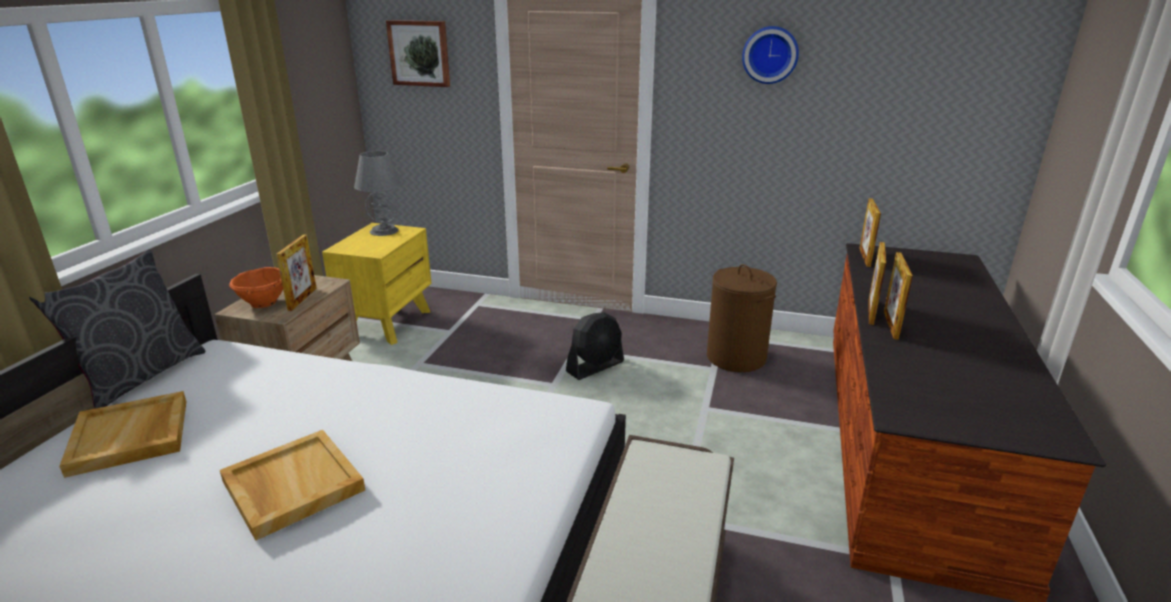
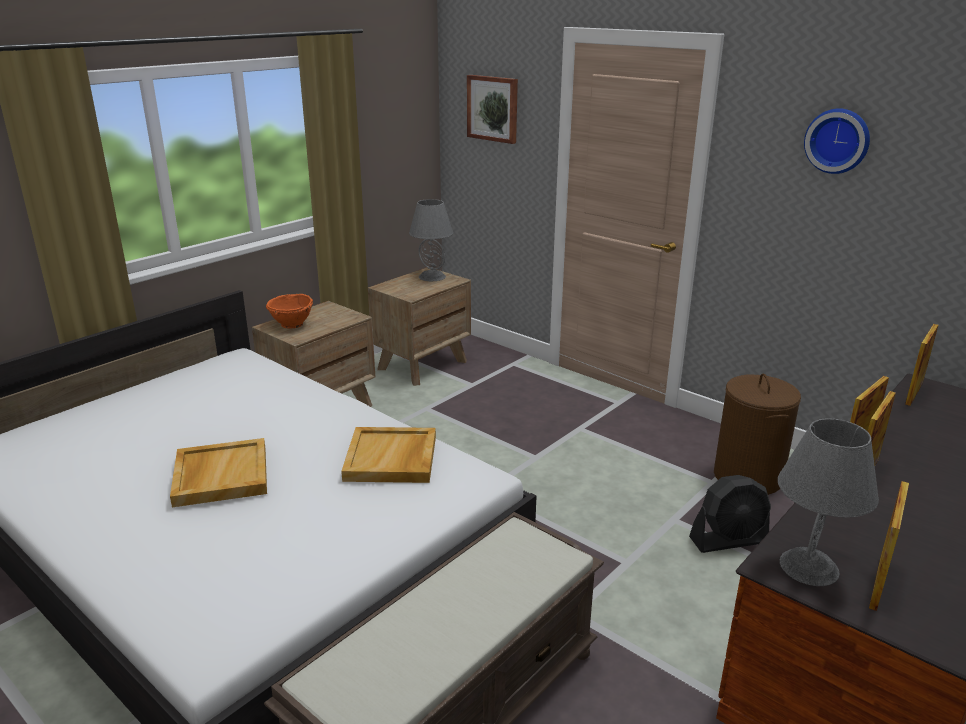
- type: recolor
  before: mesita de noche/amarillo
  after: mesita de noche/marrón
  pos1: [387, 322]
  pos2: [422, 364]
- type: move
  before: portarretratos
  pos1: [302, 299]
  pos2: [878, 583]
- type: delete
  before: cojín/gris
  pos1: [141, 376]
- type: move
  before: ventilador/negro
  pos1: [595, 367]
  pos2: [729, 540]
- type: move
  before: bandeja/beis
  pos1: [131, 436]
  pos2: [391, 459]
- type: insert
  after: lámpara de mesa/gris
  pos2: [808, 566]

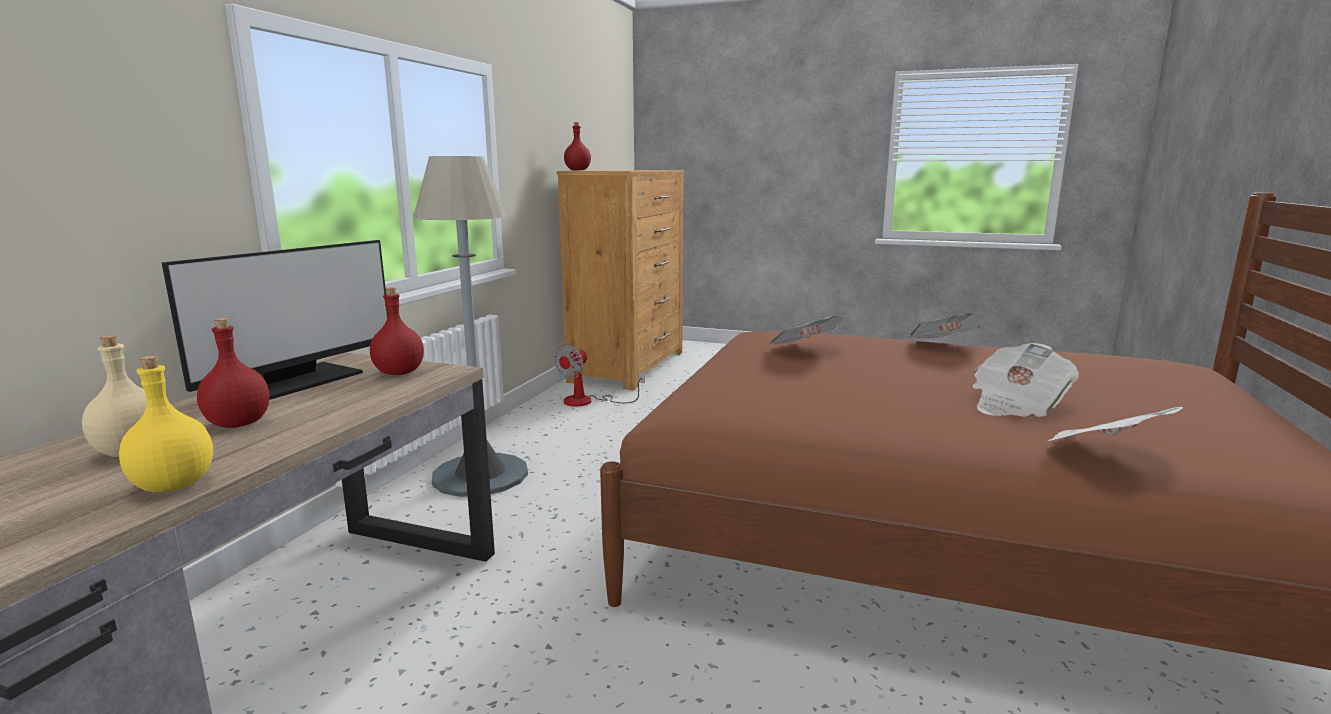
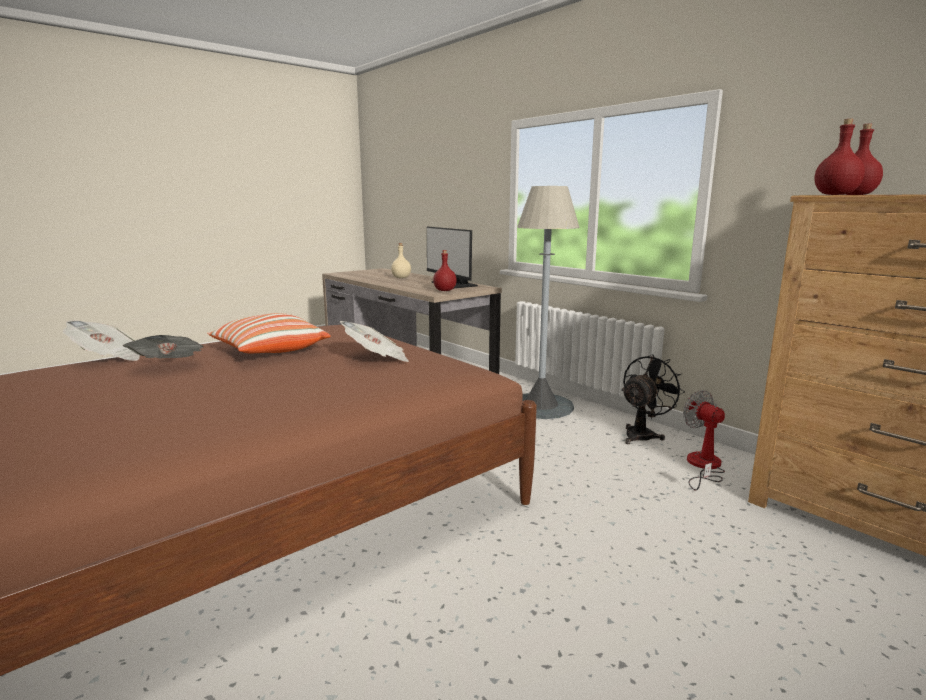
- type: delete
  before: periódico
  pos1: [943, 346]
- type: move
  before: botella/rojo
  pos1: [240, 423]
  pos2: [836, 194]
- type: delete
  before: botella/amarillo
  pos1: [174, 485]
- type: insert
  after: cojín
  pos2: [269, 351]
- type: insert
  after: ventilador/negro
  pos2: [643, 434]

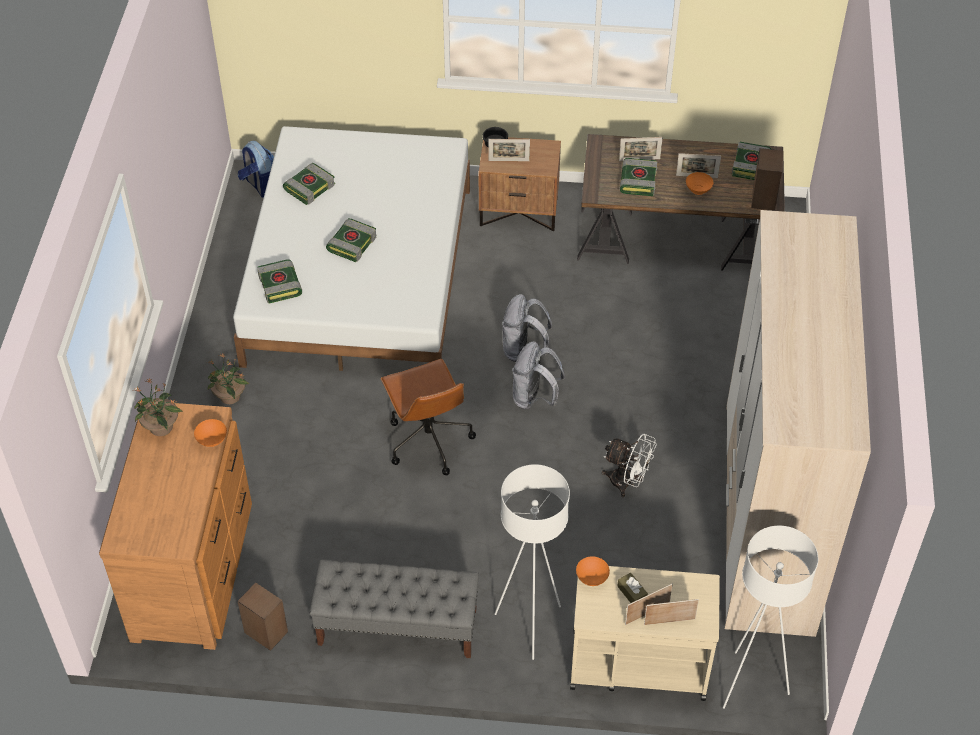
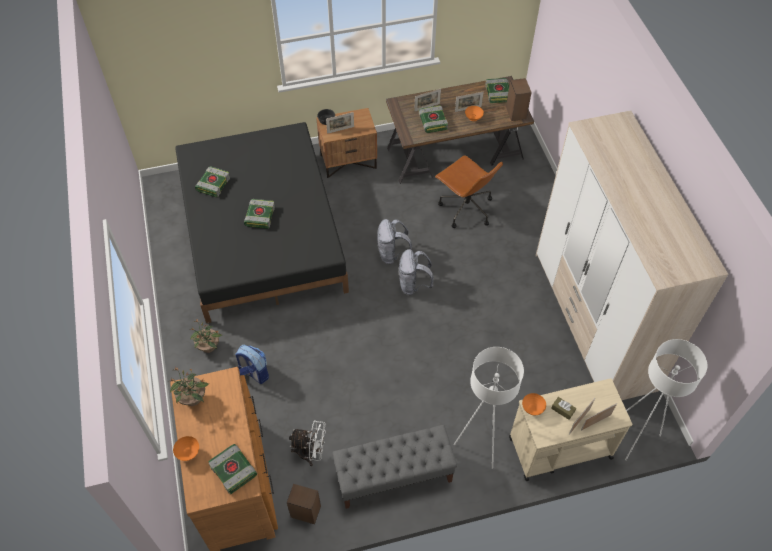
- type: recolor
  before: cama/blanco
  after: cama/negro
  pos1: [360, 275]
  pos2: [262, 233]
- type: move
  before: mochila
  pos1: [260, 186]
  pos2: [253, 373]
- type: move
  before: libro
  pos1: [281, 285]
  pos2: [234, 471]
- type: move
  before: silla de oficina/marrón
  pos1: [428, 440]
  pos2: [465, 208]
- type: move
  before: cuenco/naranja
  pos1: [212, 441]
  pos2: [188, 452]
- type: move
  before: ventilador/blanco
  pos1: [627, 482]
  pos2: [311, 453]

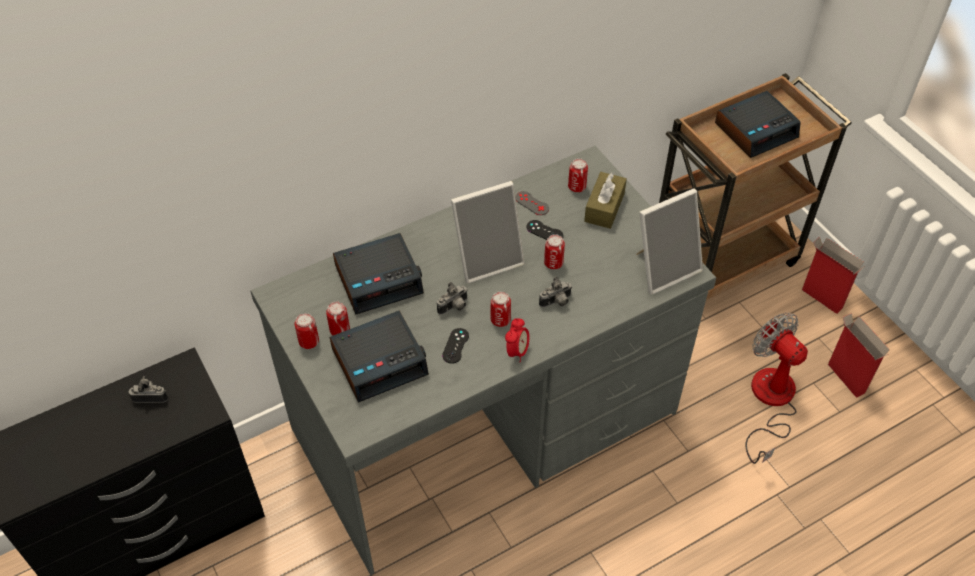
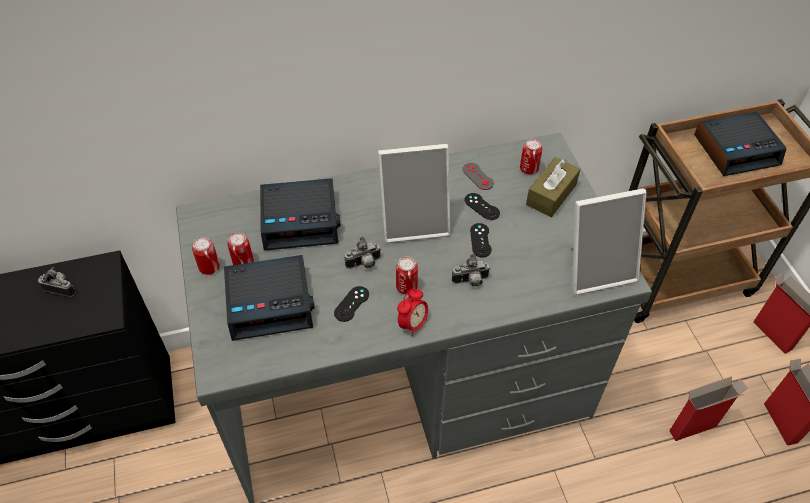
- type: replace
  before: lata
  after: mando de consola/negro
  pos1: [553, 263]
  pos2: [480, 240]
- type: replace
  before: ventilador
  after: caja de cartón
  pos1: [770, 401]
  pos2: [693, 428]

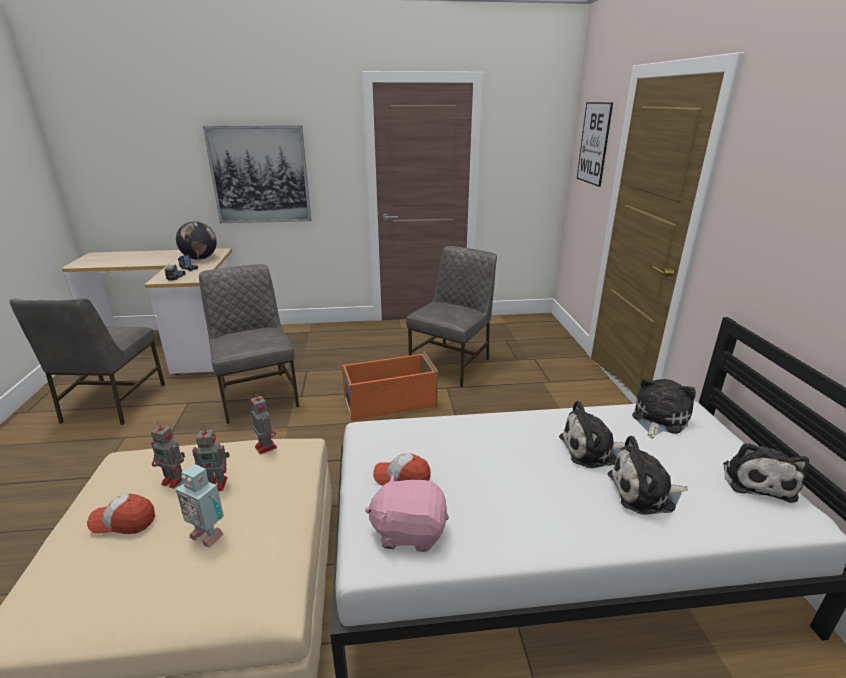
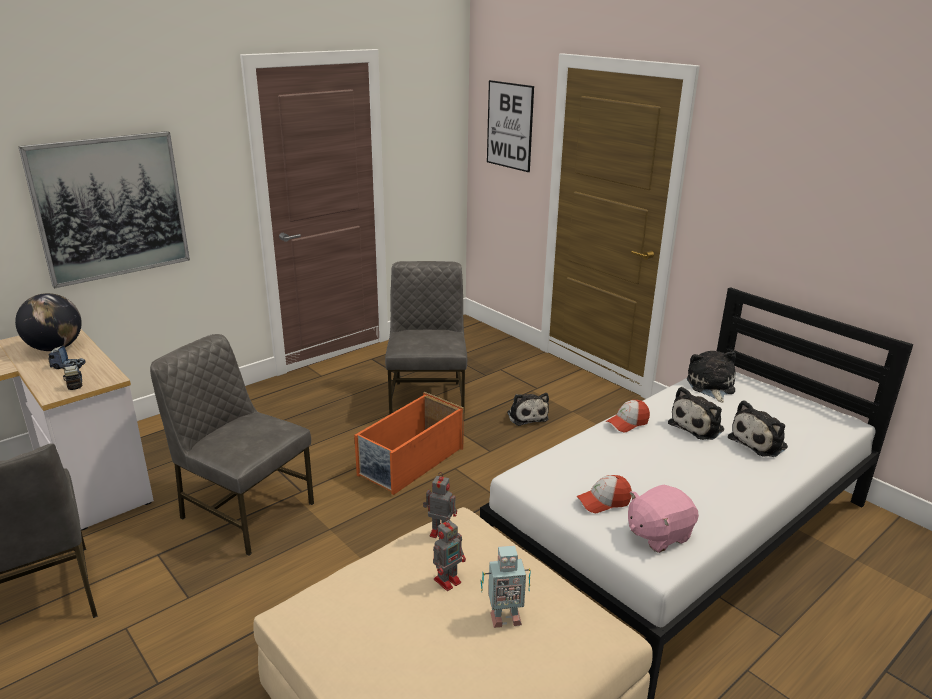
- type: delete
  before: robot de juguete
  pos1: [176, 480]
- type: move
  before: peluche
  pos1: [757, 480]
  pos2: [526, 415]
- type: move
  before: gorra
  pos1: [123, 521]
  pos2: [627, 423]

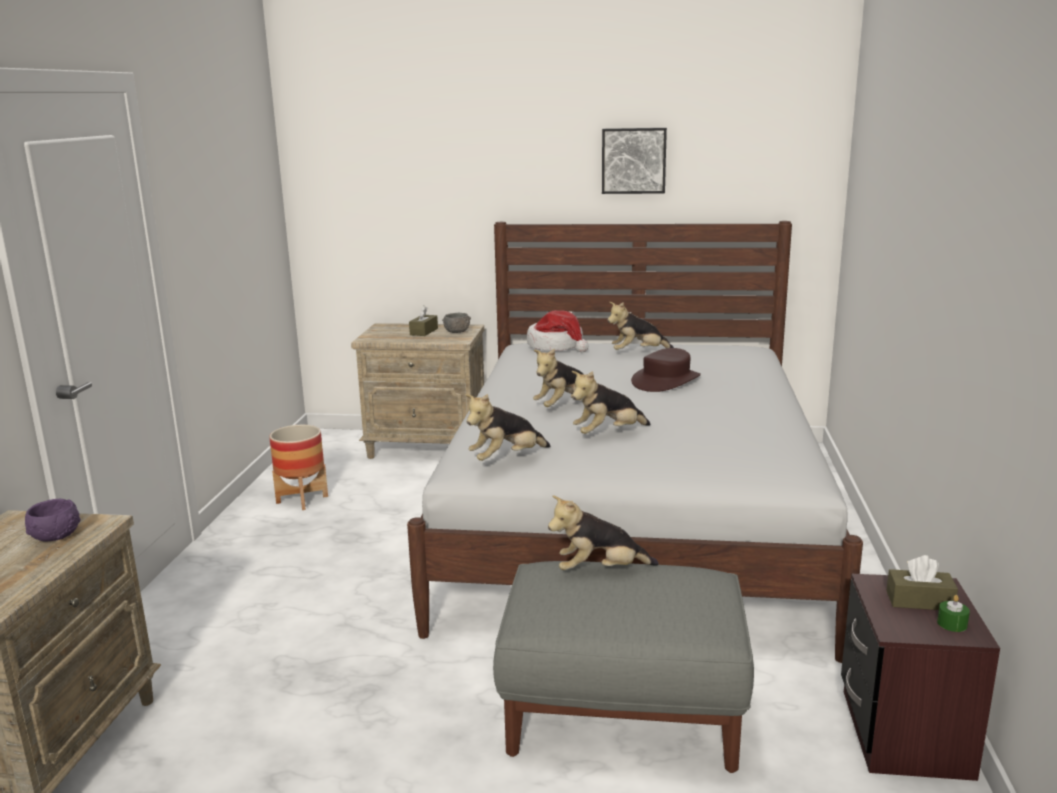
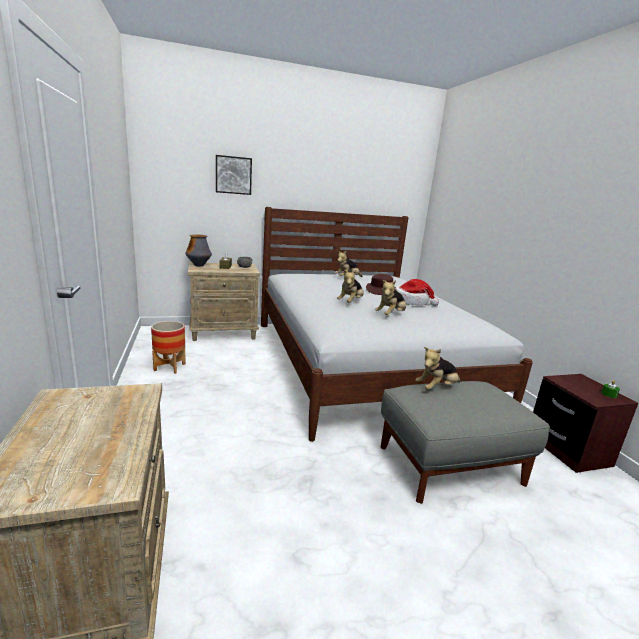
- type: move
  before: cuadro
  pos1: [633, 160]
  pos2: [233, 175]
- type: move
  before: sombrero
  pos1: [557, 346]
  pos2: [412, 302]
- type: delete
  before: peluche
  pos1: [506, 459]
- type: delete
  before: cuenco/morado
  pos1: [55, 535]
- type: delete
  before: caja de pañuelos/marrón
  pos1: [919, 601]
- type: insert
  after: florero
  pos2: [199, 265]

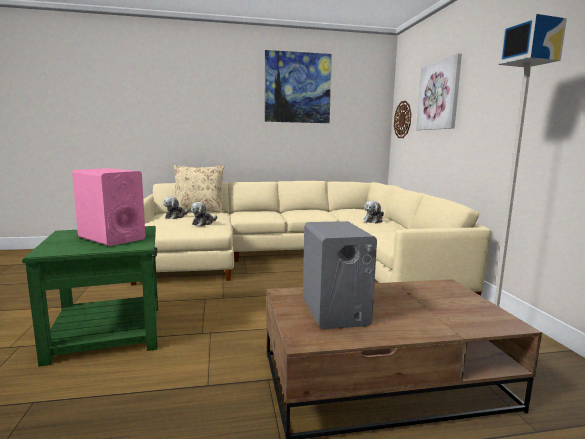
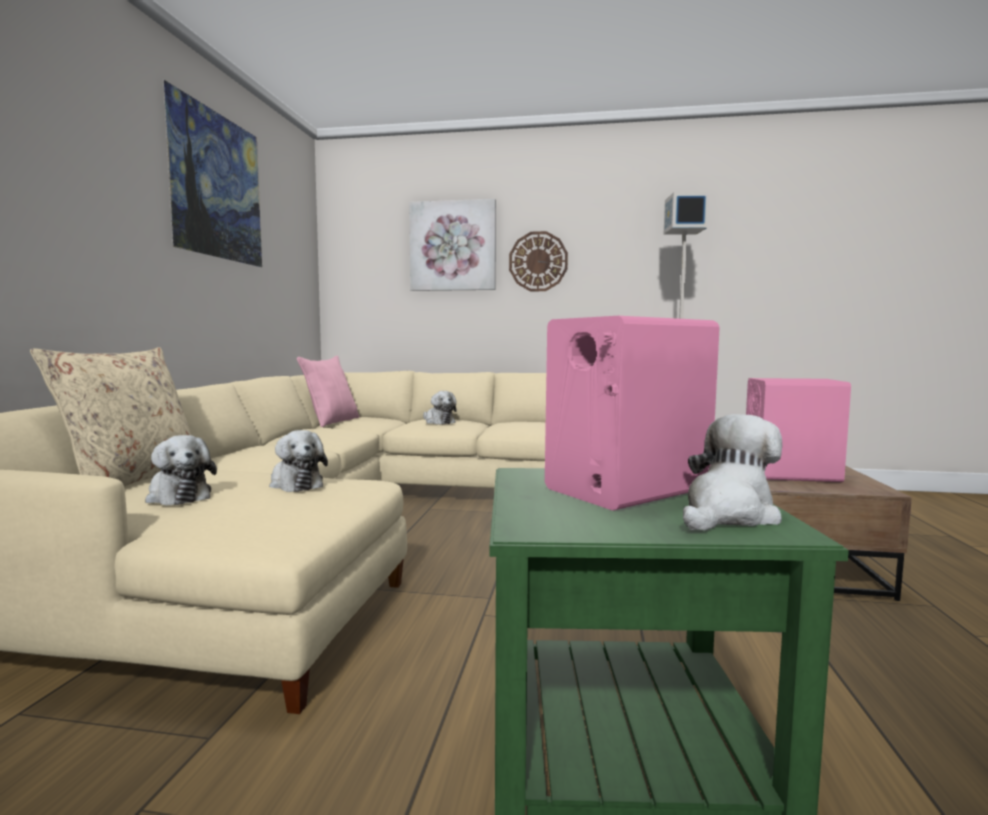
- type: move
  before: reloj de pared
  pos1: [402, 119]
  pos2: [538, 261]
- type: recolor
  before: altavoz/gris
  after: altavoz/rosa
  pos1: [335, 312]
  pos2: [791, 475]
- type: insert
  after: cojín/rosa
  pos2: [331, 422]
- type: insert
  after: peluche
  pos2: [727, 515]

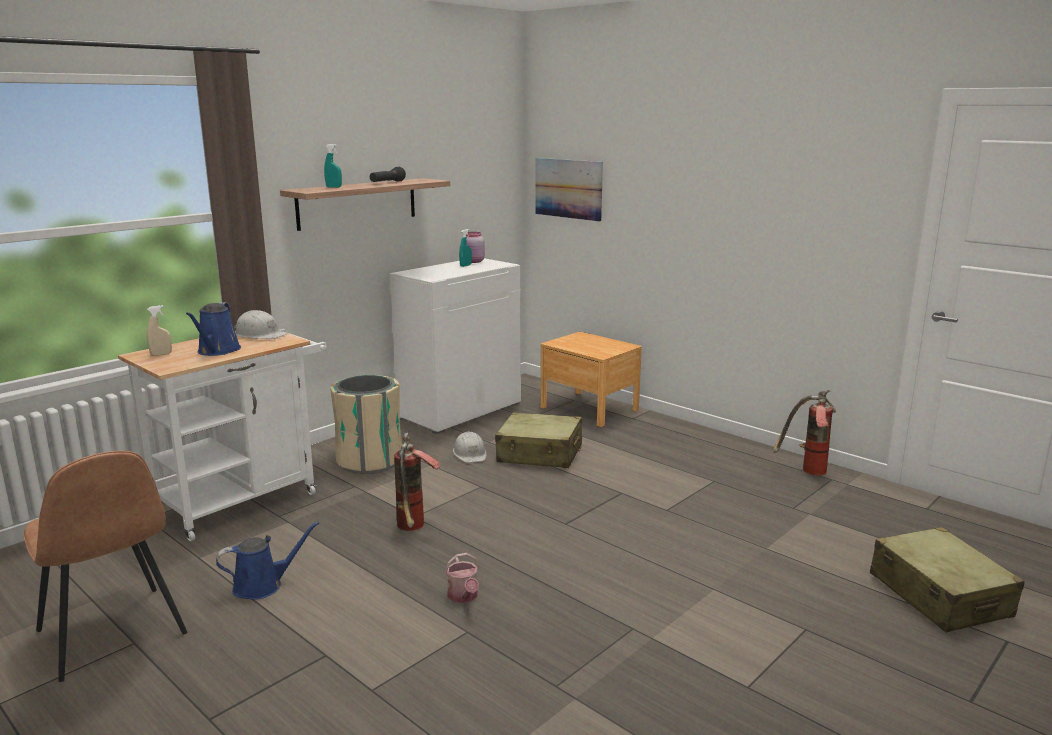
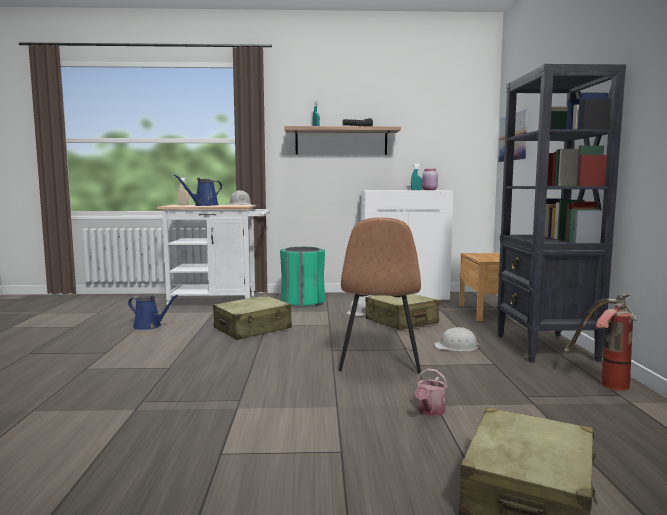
- type: recolor
  before: papelera/beis
  after: papelera/verde
  pos1: [369, 461]
  pos2: [303, 303]
- type: replace
  before: extintor
  after: maleta/beis
  pos1: [413, 529]
  pos2: [253, 329]
- type: move
  before: silla/marrón
  pos1: [112, 634]
  pos2: [379, 361]
- type: move
  before: regadera
  pos1: [464, 597]
  pos2: [429, 411]
- type: insert
  after: estantería/negro
  pos2: [545, 348]
- type: insert
  after: casco/blanco
  pos2: [456, 347]

